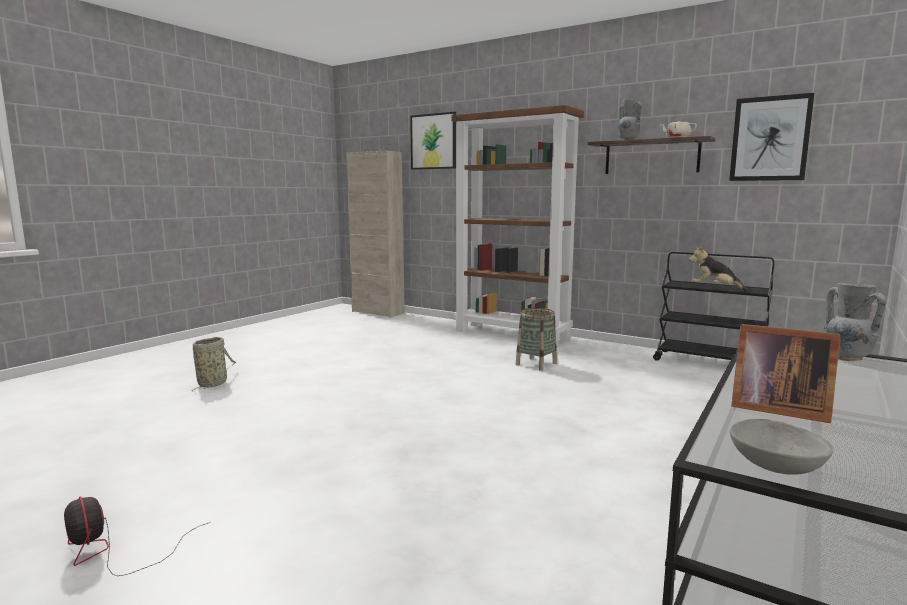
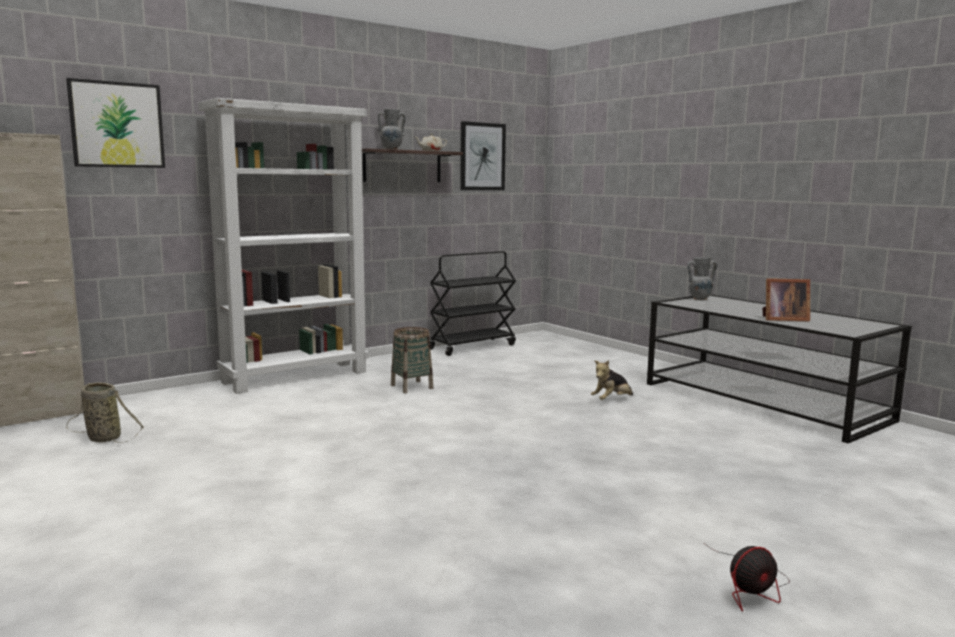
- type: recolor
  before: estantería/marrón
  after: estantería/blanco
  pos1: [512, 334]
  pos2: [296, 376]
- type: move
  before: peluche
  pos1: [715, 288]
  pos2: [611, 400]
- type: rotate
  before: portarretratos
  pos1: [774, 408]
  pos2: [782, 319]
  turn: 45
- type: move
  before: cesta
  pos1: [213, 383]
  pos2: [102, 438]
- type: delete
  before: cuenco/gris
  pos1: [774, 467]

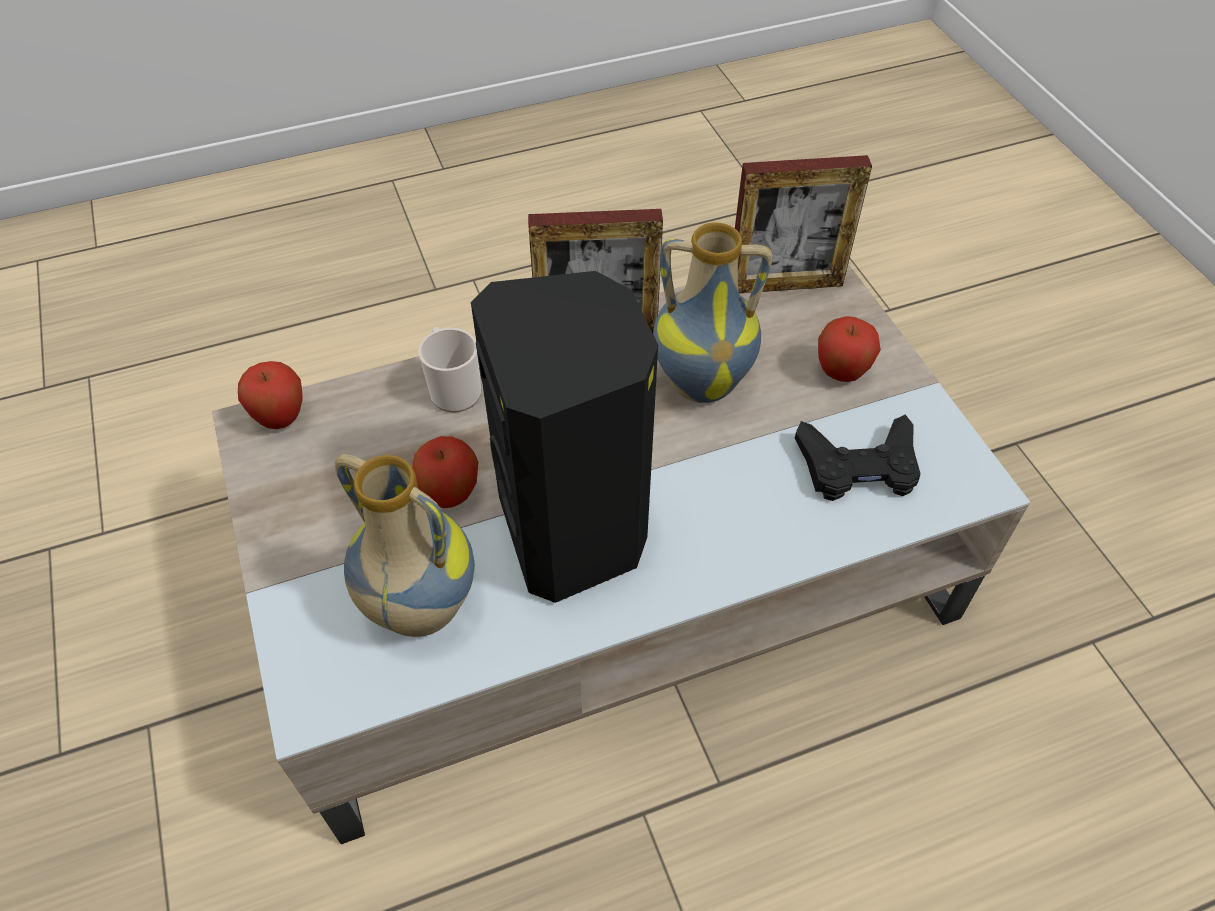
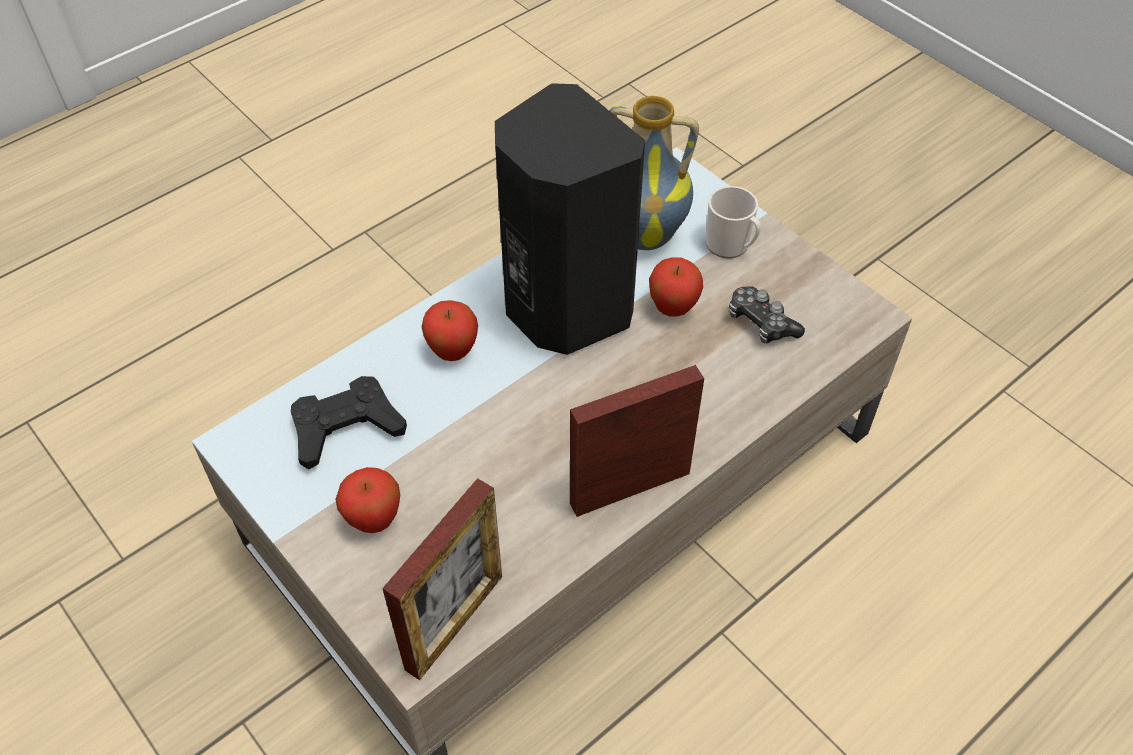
- type: rotate
  before: portarretratos
  pos1: [785, 284]
  pos2: [454, 622]
  turn: 150
- type: delete
  before: florero
  pos1: [702, 381]
- type: move
  before: taza grande
  pos1: [453, 389]
  pos2: [731, 246]
- type: move
  before: manzana
  pos1: [281, 418]
  pos2: [453, 351]
- type: insert
  after: mando de consola
  pos2: [761, 323]

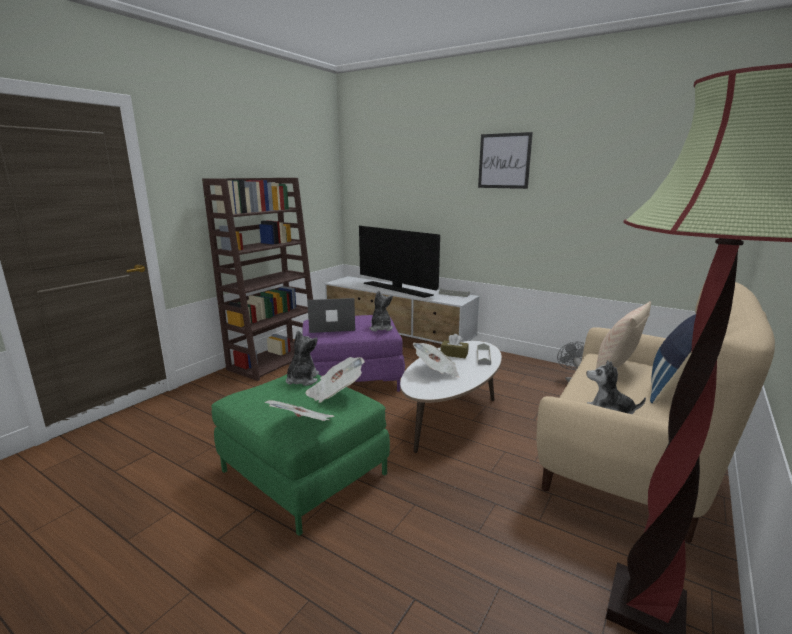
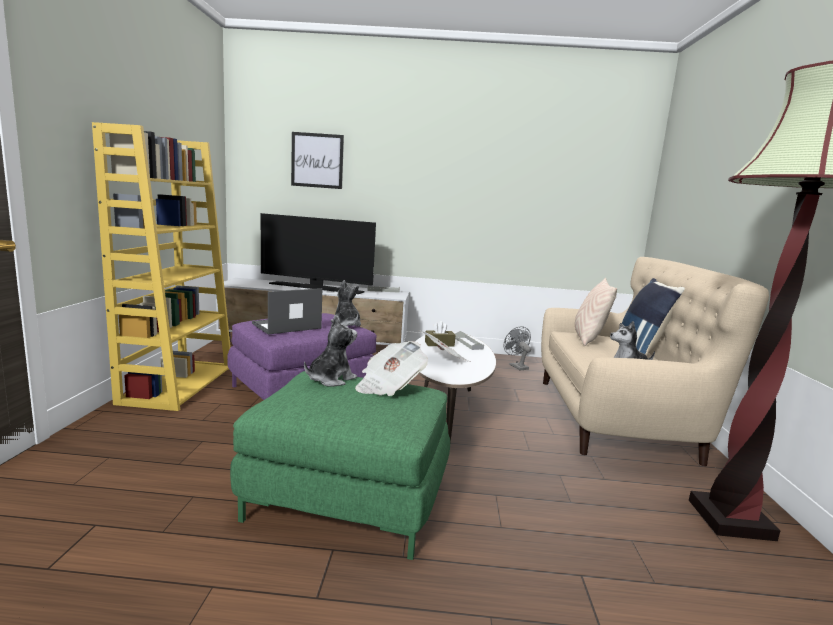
- type: move
  before: cuadro
  pos1: [504, 161]
  pos2: [317, 160]
- type: recolor
  before: estantería/marrón
  after: estantería/amarillo
  pos1: [275, 359]
  pos2: [178, 384]
- type: rotate
  before: peluche
  pos1: [302, 380]
  pos2: [330, 379]
  turn: 60
- type: delete
  before: periódico
  pos1: [303, 426]

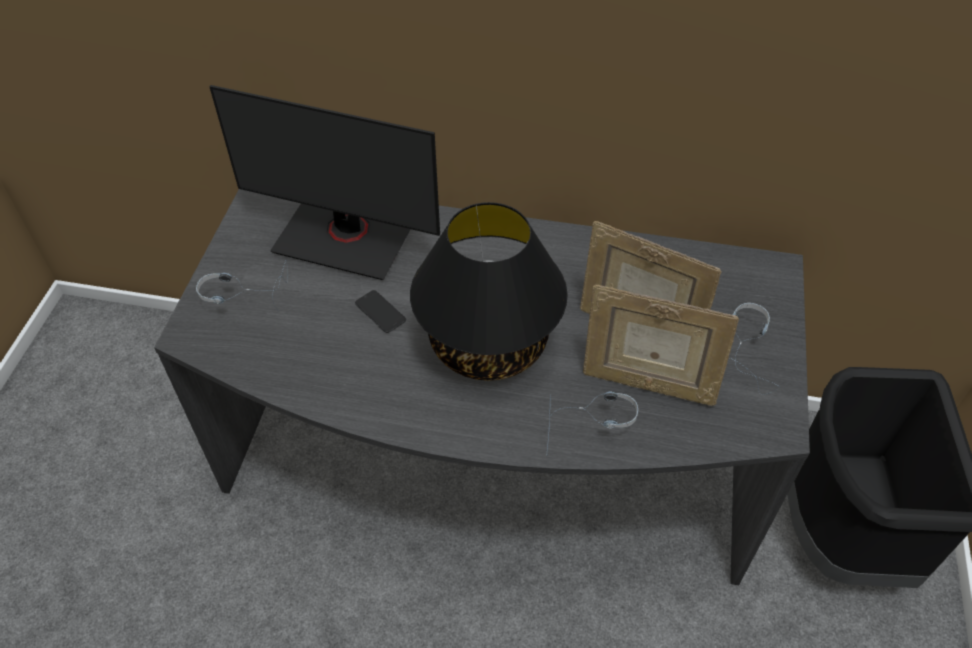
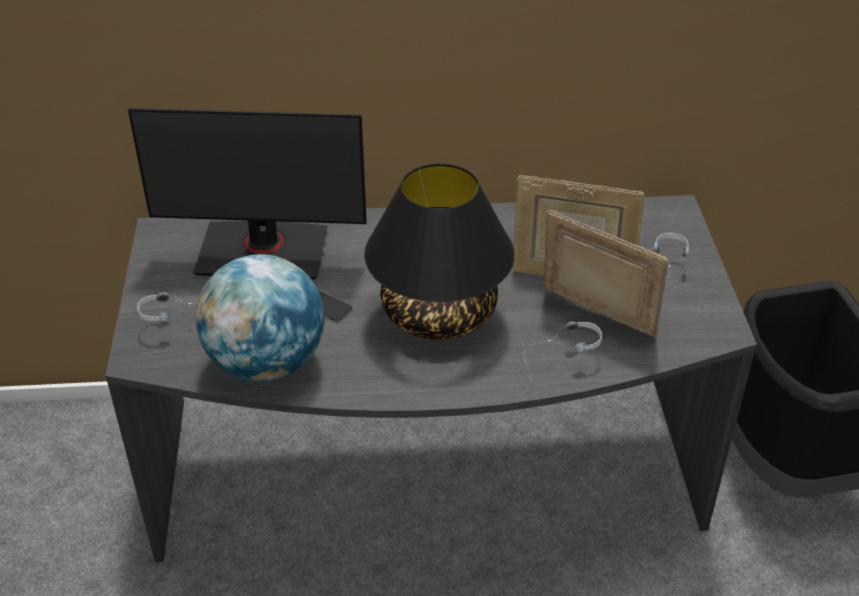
- type: rotate
  before: portarretratos
  pos1: [647, 384]
  pos2: [596, 318]
  turn: -150
- type: insert
  after: globo terráqueo
  pos2: [266, 363]

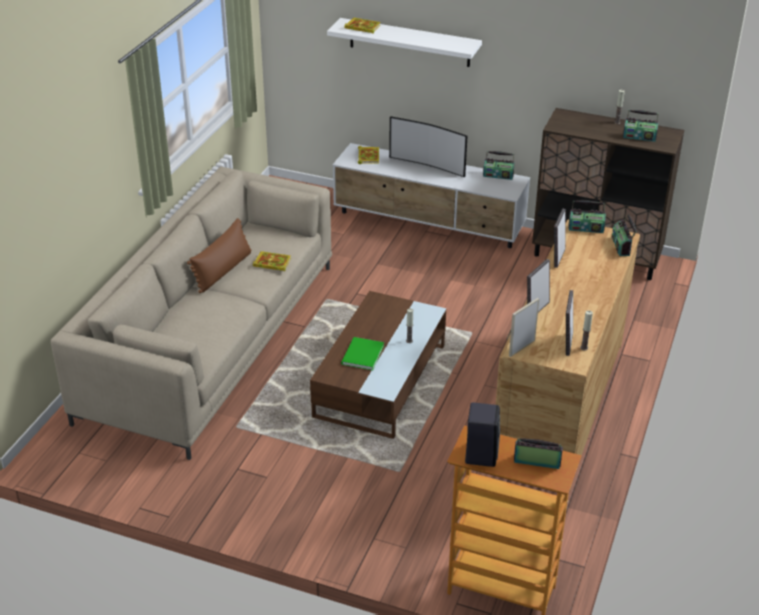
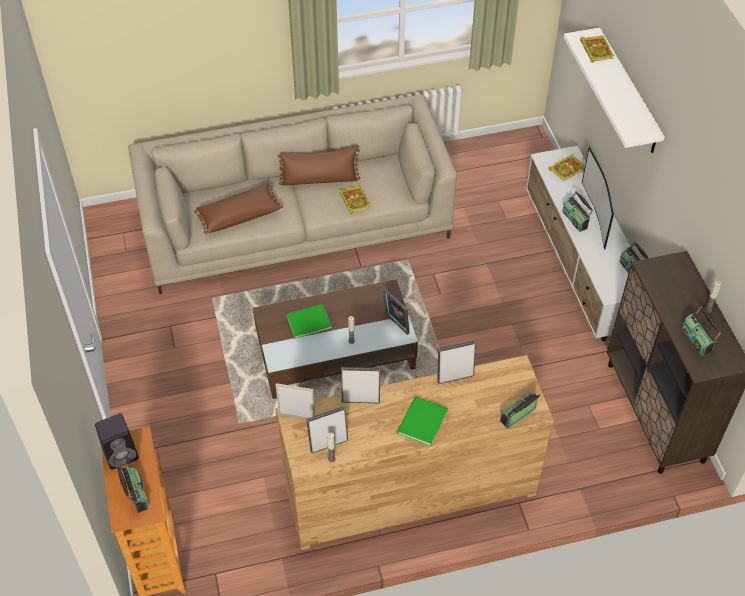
- type: move
  before: radio
  pos1: [586, 228]
  pos2: [575, 219]
- type: insert
  after: cojín/marrón
  pos2: [239, 215]
- type: insert
  after: portarretratos
  pos2: [396, 325]
- type: insert
  after: libro/verde
  pos2: [420, 422]

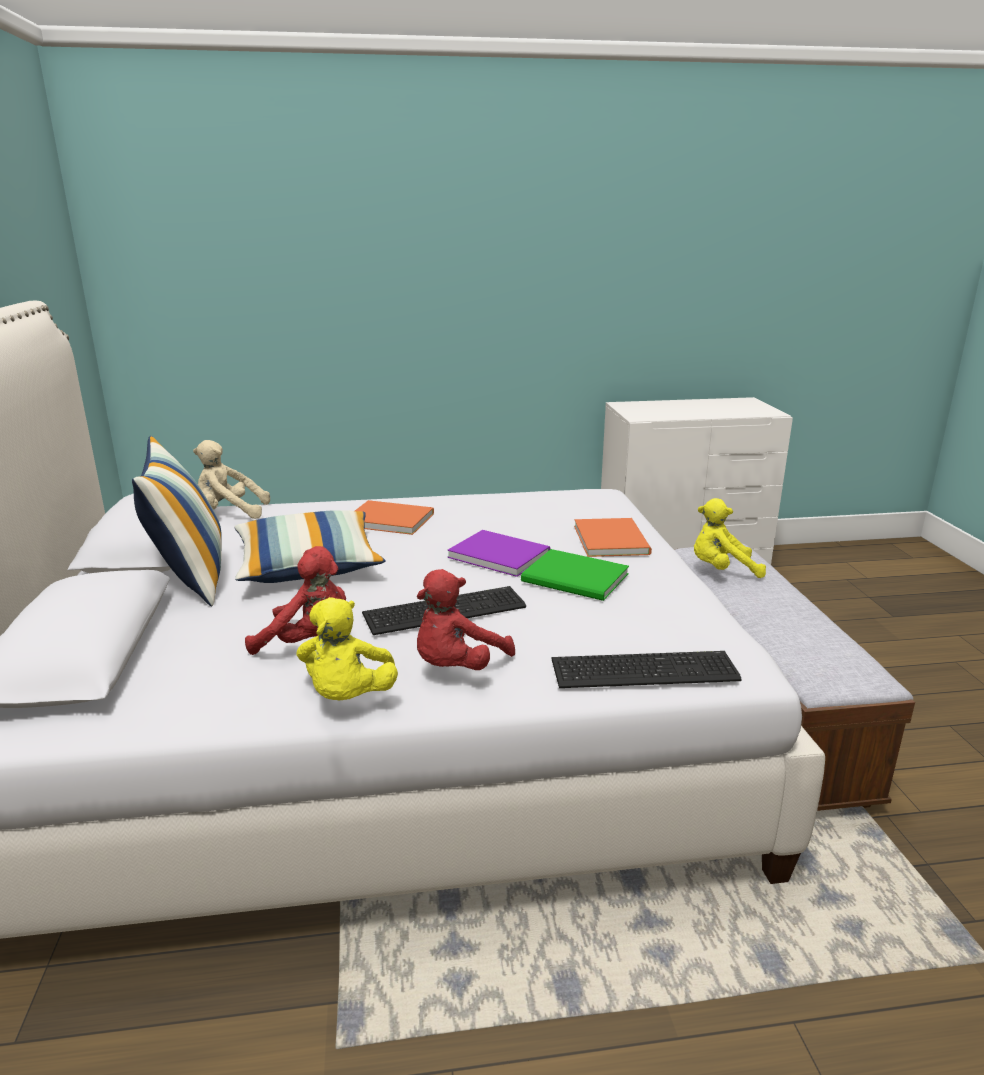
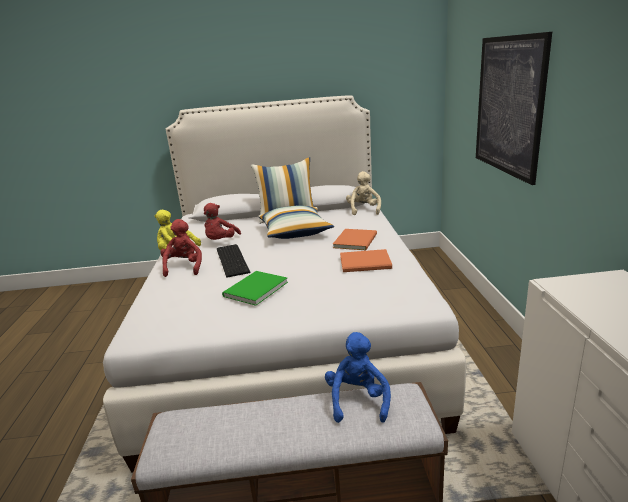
- type: recolor
  before: peluche/amarillo
  after: peluche/azul
  pos1: [721, 570]
  pos2: [357, 400]
- type: move
  before: libro/naranja
  pos1: [612, 539]
  pos2: [367, 263]
- type: delete
  before: libro/morado
  pos1: [498, 554]
- type: rotate
  before: peluche/rojo
  pos1: [457, 667]
  pos2: [184, 267]
  turn: 45
- type: delete
  before: teclado
  pos1: [641, 668]
- type: insert
  after: cuadro
  pos2: [508, 106]

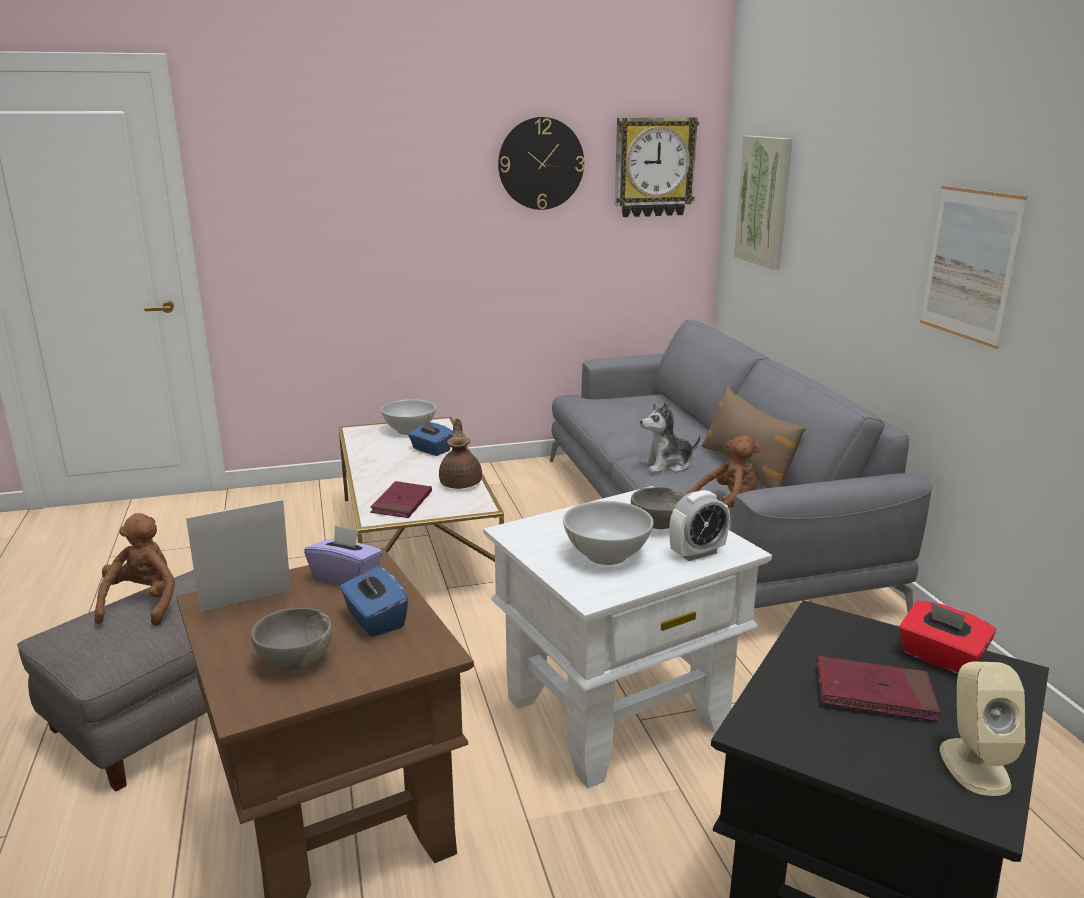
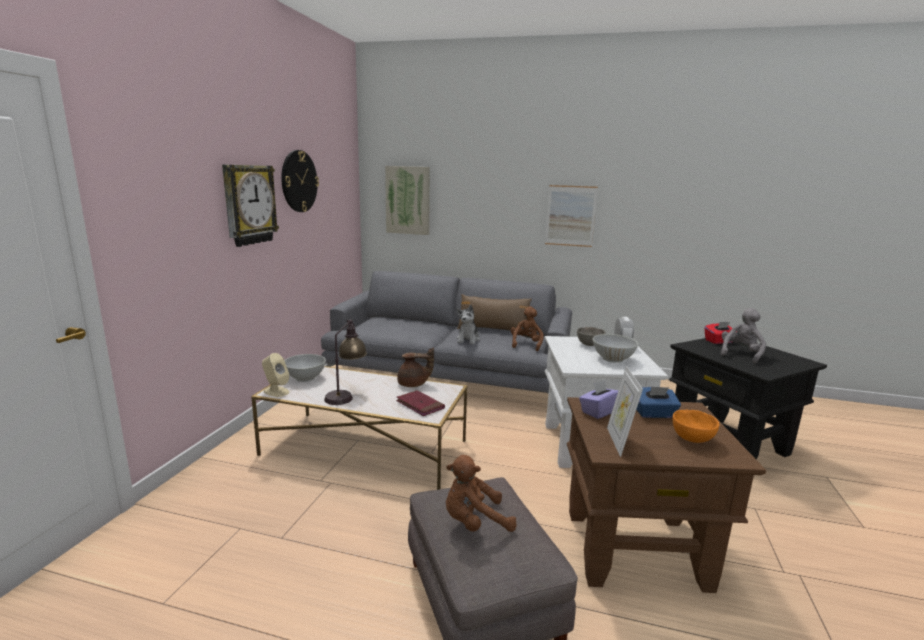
- type: move
  before: reloj de pared
  pos1: [654, 167]
  pos2: [249, 205]
- type: rotate
  before: tetera/marrón
  pos1: [461, 482]
  pos2: [413, 384]
  turn: 150
- type: delete
  before: caja de pañuelos/azul
  pos1: [431, 450]
- type: rotate
  before: peluche/marrón
  pos1: [143, 604]
  pos2: [474, 522]
  turn: -45
- type: recolor
  before: cuenco/gris
  after: cuenco/naranja
  pos1: [296, 662]
  pos2: [692, 439]
- type: replace
  before: libro/rojo
  after: peluche/gris
  pos1: [874, 693]
  pos2: [740, 354]
- type: move
  before: altavoz/beis
  pos1: [974, 765]
  pos2: [276, 391]
- type: insert
  after: lámpara de mesa
  pos2: [346, 395]

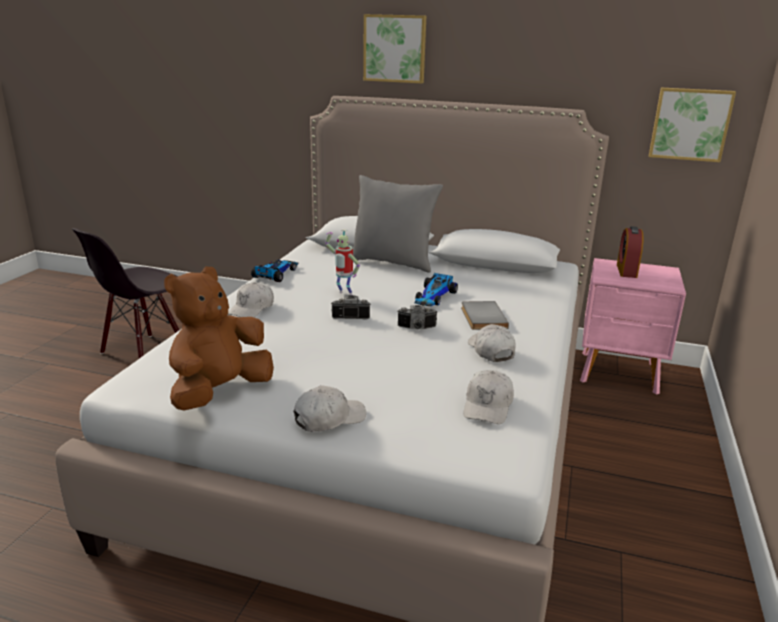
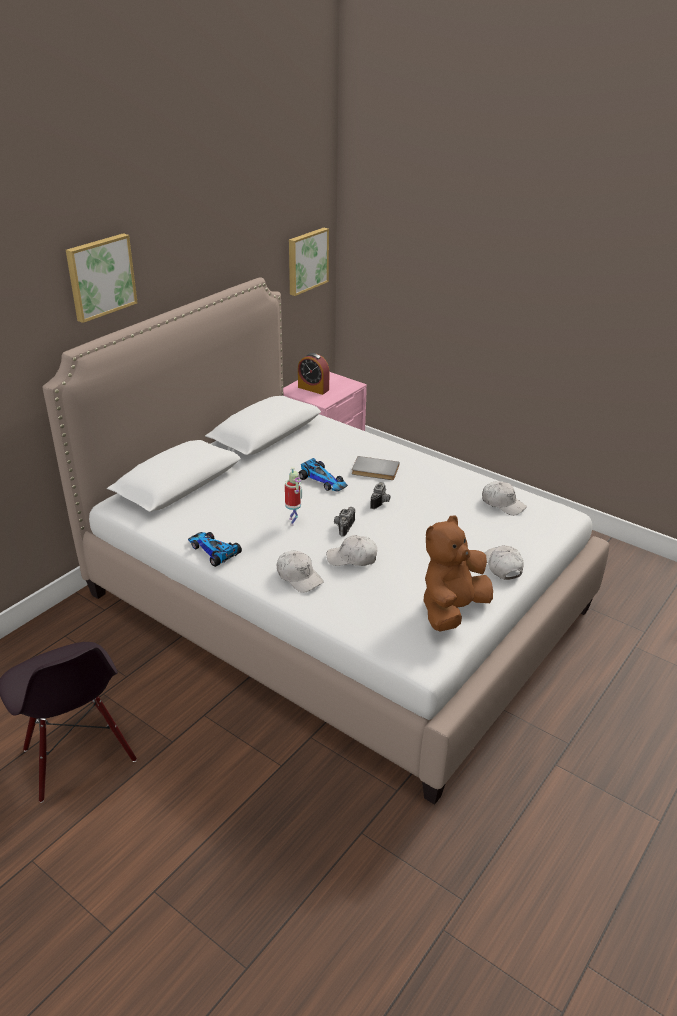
- type: delete
  before: cojín/gris
  pos1: [393, 262]
- type: rotate
  before: robot de juguete
  pos1: [344, 294]
  pos2: [294, 522]
  turn: -60
- type: rotate
  before: peluche/marrón
  pos1: [220, 392]
  pos2: [452, 610]
  turn: 75
- type: move
  before: gorra/blanco
  pos1: [491, 351]
  pos2: [352, 558]

